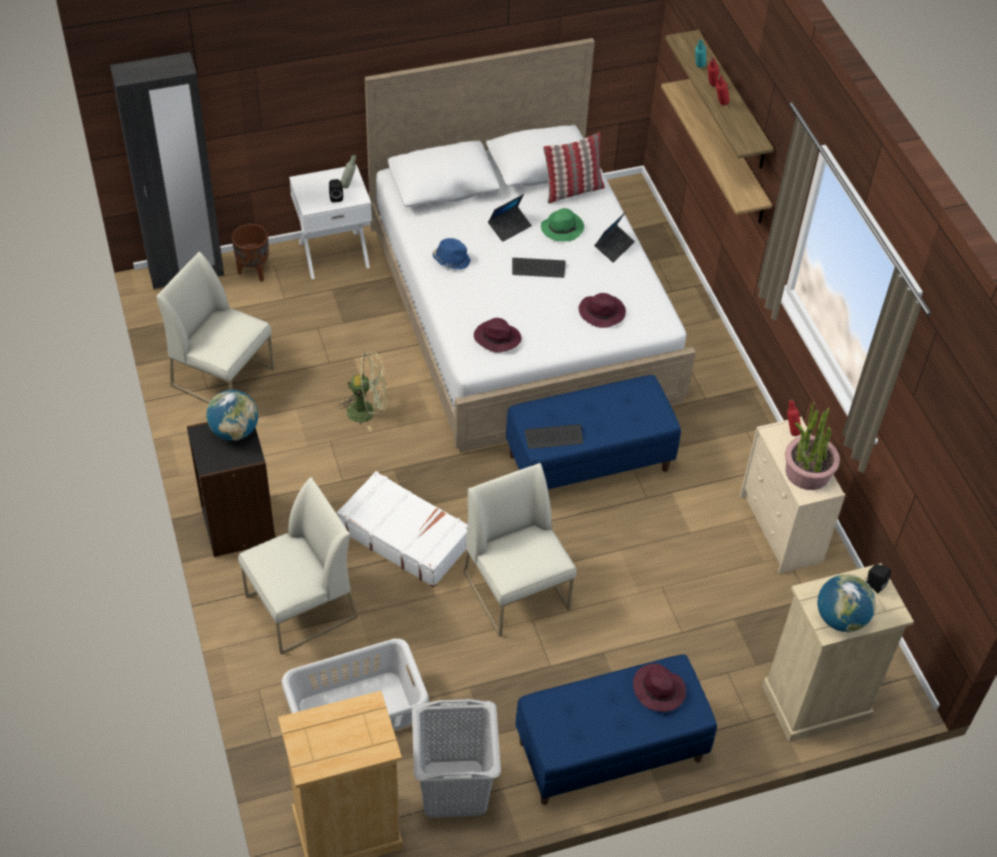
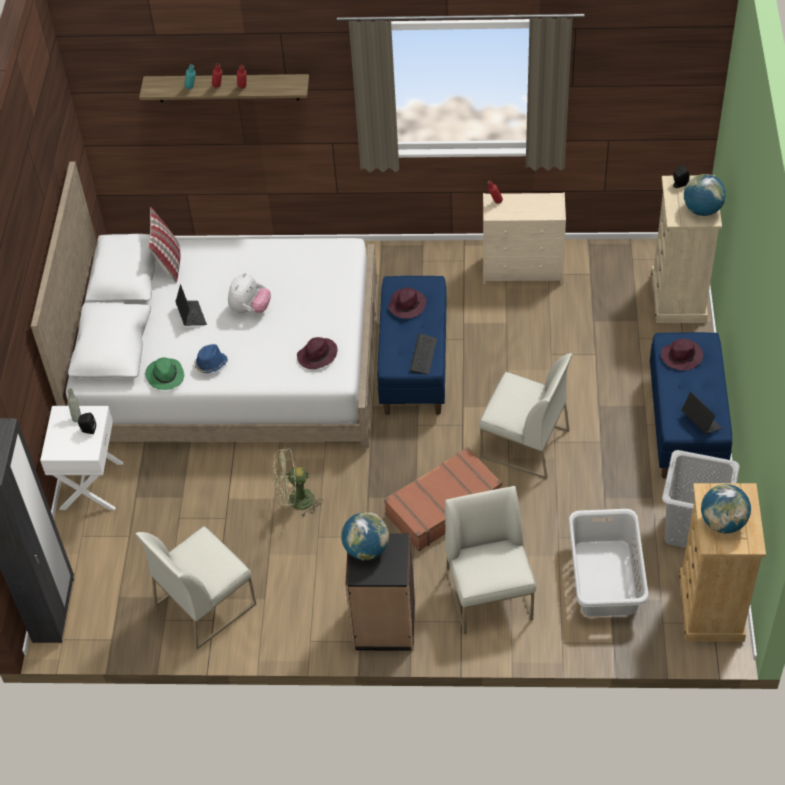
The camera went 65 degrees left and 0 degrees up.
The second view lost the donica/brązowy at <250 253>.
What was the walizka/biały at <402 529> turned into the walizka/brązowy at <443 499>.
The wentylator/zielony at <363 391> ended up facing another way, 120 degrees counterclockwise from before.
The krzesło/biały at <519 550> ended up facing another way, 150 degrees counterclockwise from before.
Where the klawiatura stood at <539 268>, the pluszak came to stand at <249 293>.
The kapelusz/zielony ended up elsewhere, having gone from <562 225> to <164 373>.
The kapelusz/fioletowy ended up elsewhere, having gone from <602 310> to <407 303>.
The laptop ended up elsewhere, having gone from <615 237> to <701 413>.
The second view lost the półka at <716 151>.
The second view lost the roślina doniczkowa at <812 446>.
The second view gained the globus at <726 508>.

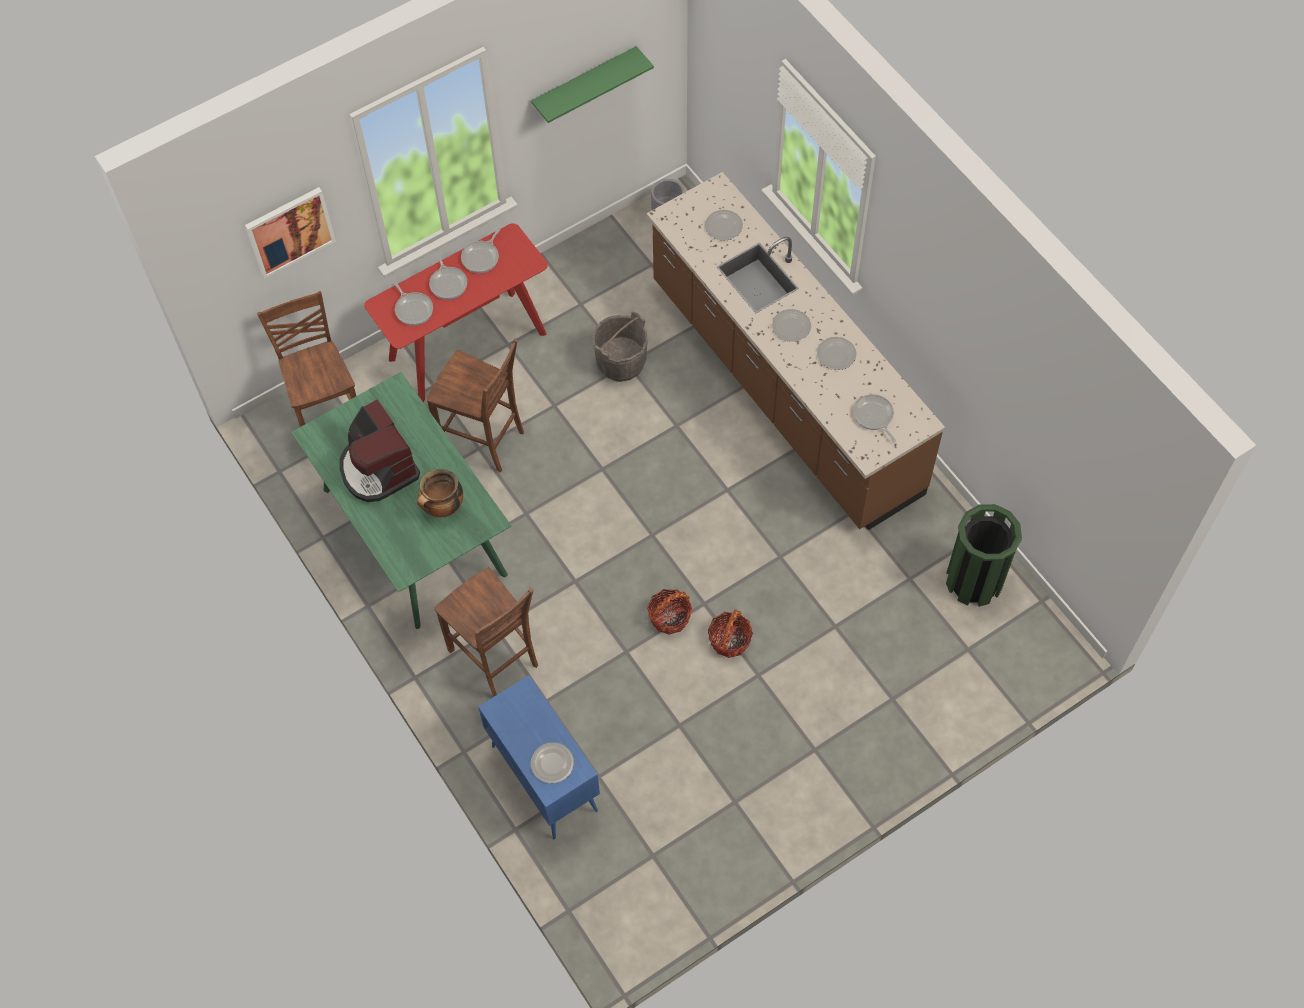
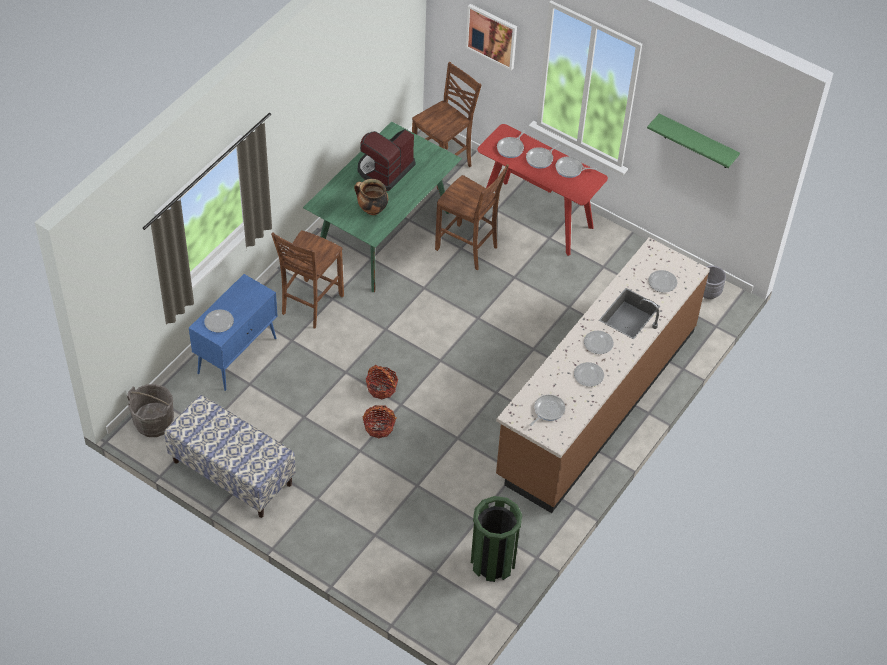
The camera went 65 degrees right and 10 degrees down.
The krzesło/brązowy at <475 405> ended up facing another way, 60 degrees counterclockwise from before.
The wiadro/szary ended up elsewhere, having gone from <620 346> to <150 410>.
The second view gained the ławka at <230 456>.

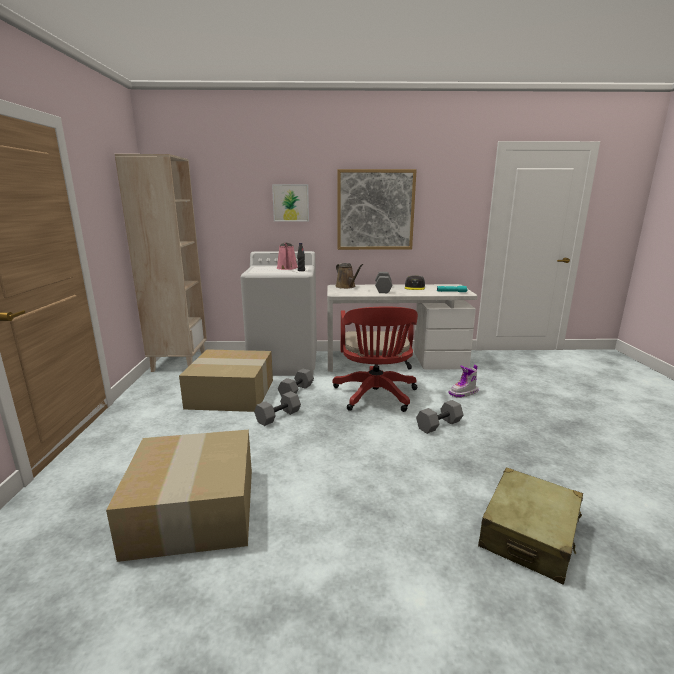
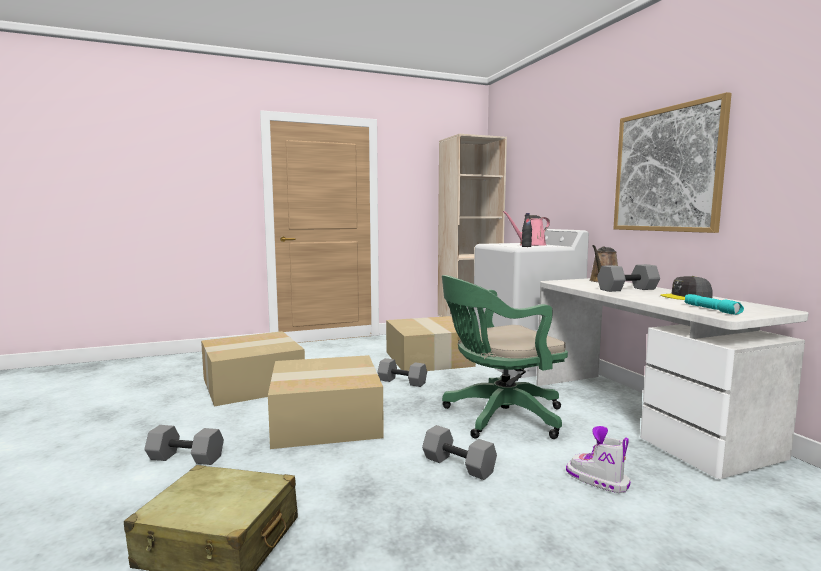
The camera went 70 degrees right and 10 degrees down.
The second view lost the obraz at <290 203>.
The hantel/szary ended up elsewhere, having gone from <296 383> to <184 445>.
What was the krzesło biurowe/czerwony at <375 359> turned into the krzesło biurowe/zielony at <505 357>.
The second view gained the karton at <326 402>.

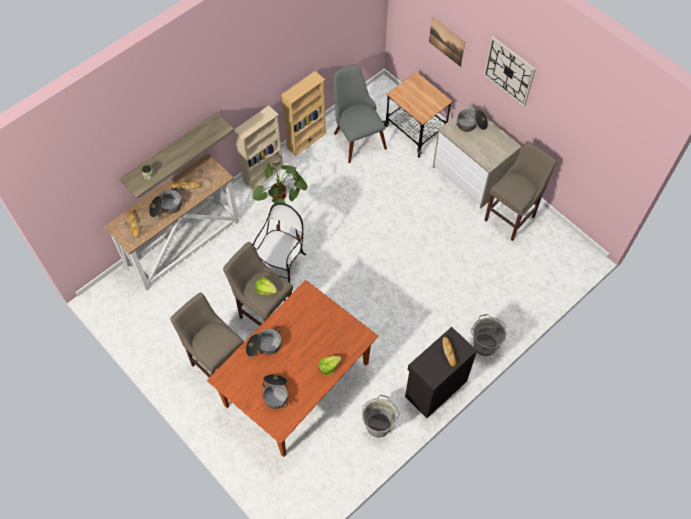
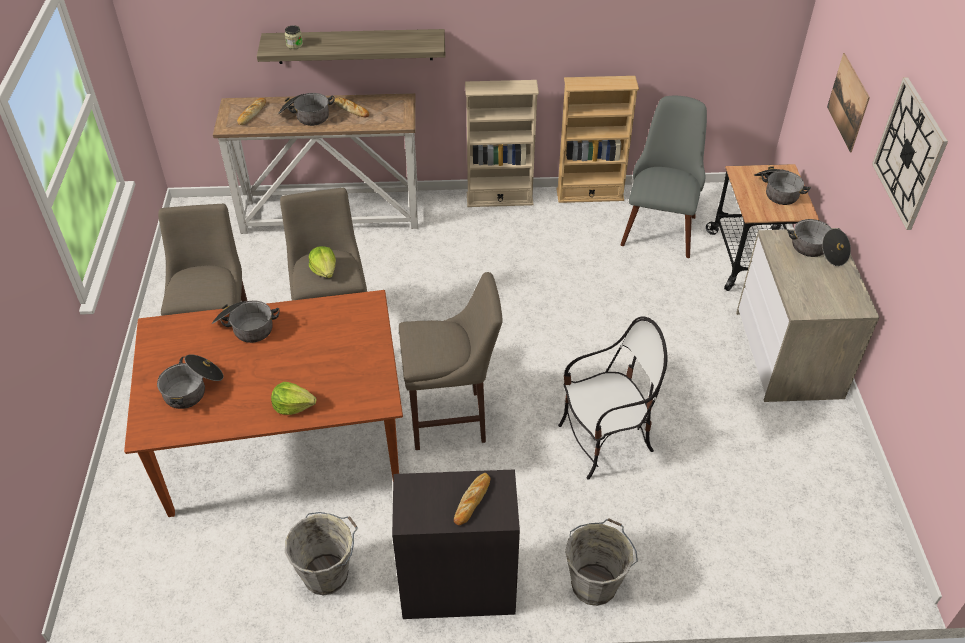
The camera went 40 degrees right and 15 degrees down.
The second view lost the roślina doniczkowa at <279 183>.
The krzesło ended up elsewhere, having gone from <279 243> to <612 398>.
The stołek/beżowy ended up elsewhere, having gone from <520 191> to <451 361>.
The second view gained the garnek at <782 185>.

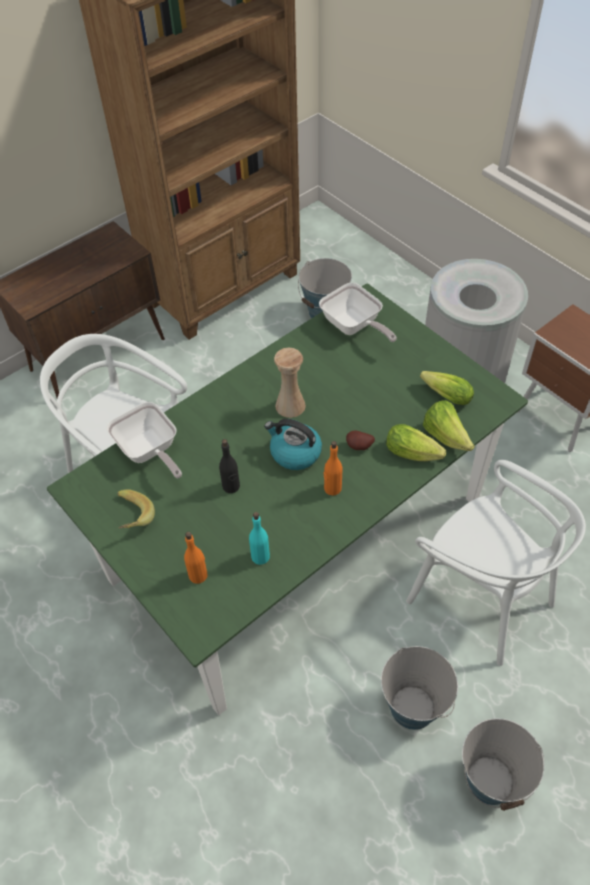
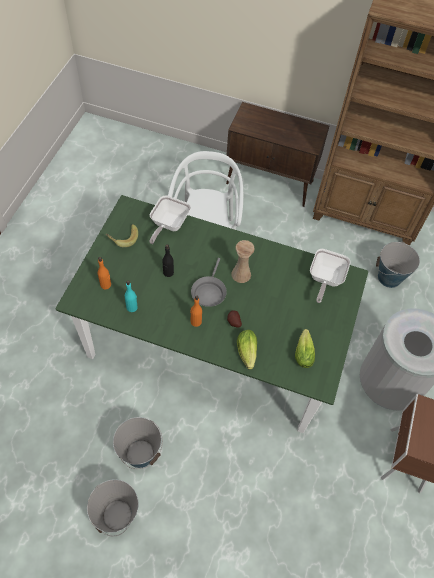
The camera went 55 degrees right and 5 degrees up.
Where the czajnik stood at <293 444>, the patelnia/szary came to stand at <209 282>.
The second view lost the krzesło/biały at <496 563>.
The second view lost the sałata at <449 425>.

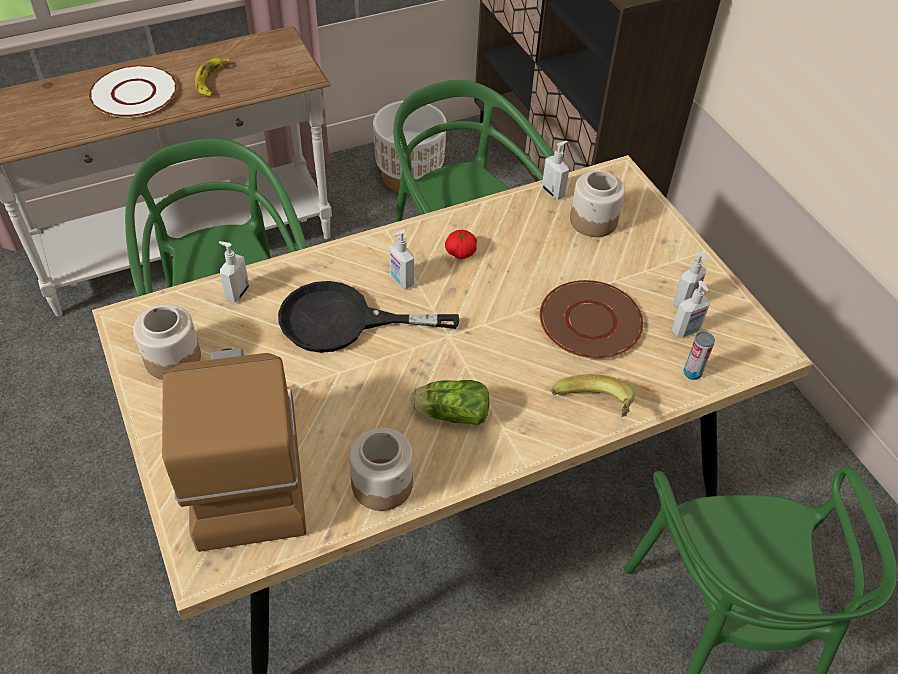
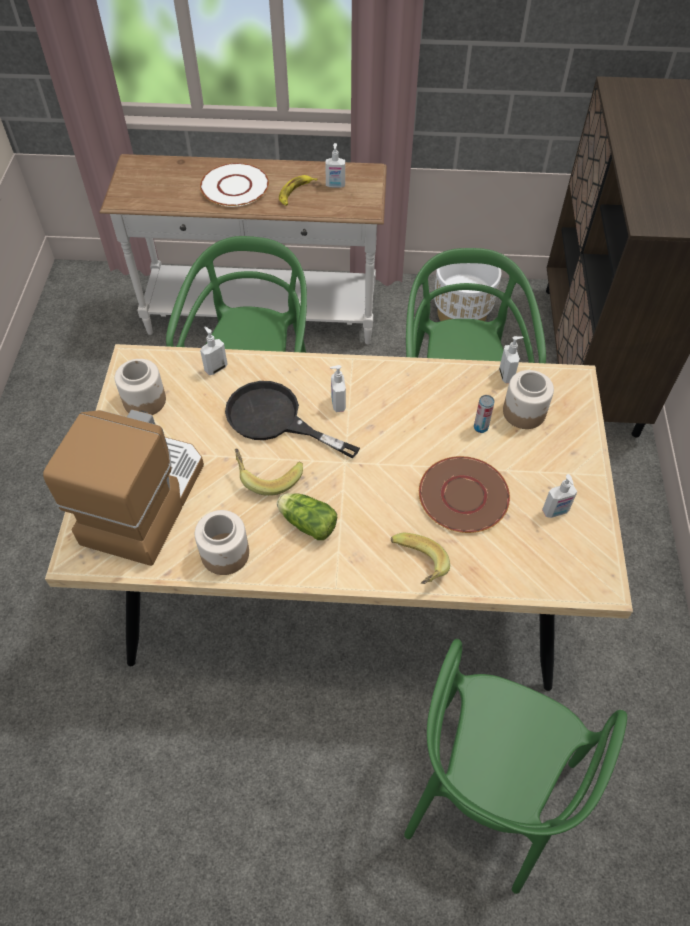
The camera went 30 degrees right and 5 degrees up.
The second view lost the pomidor at <461 244>.
The dozownik mydła ended up elsewhere, having gone from <690 309> to <335 165>.
The puszka ended up elsewhere, having gone from <699 355> to <484 414>.
The second view gained the banan at <269 472>.

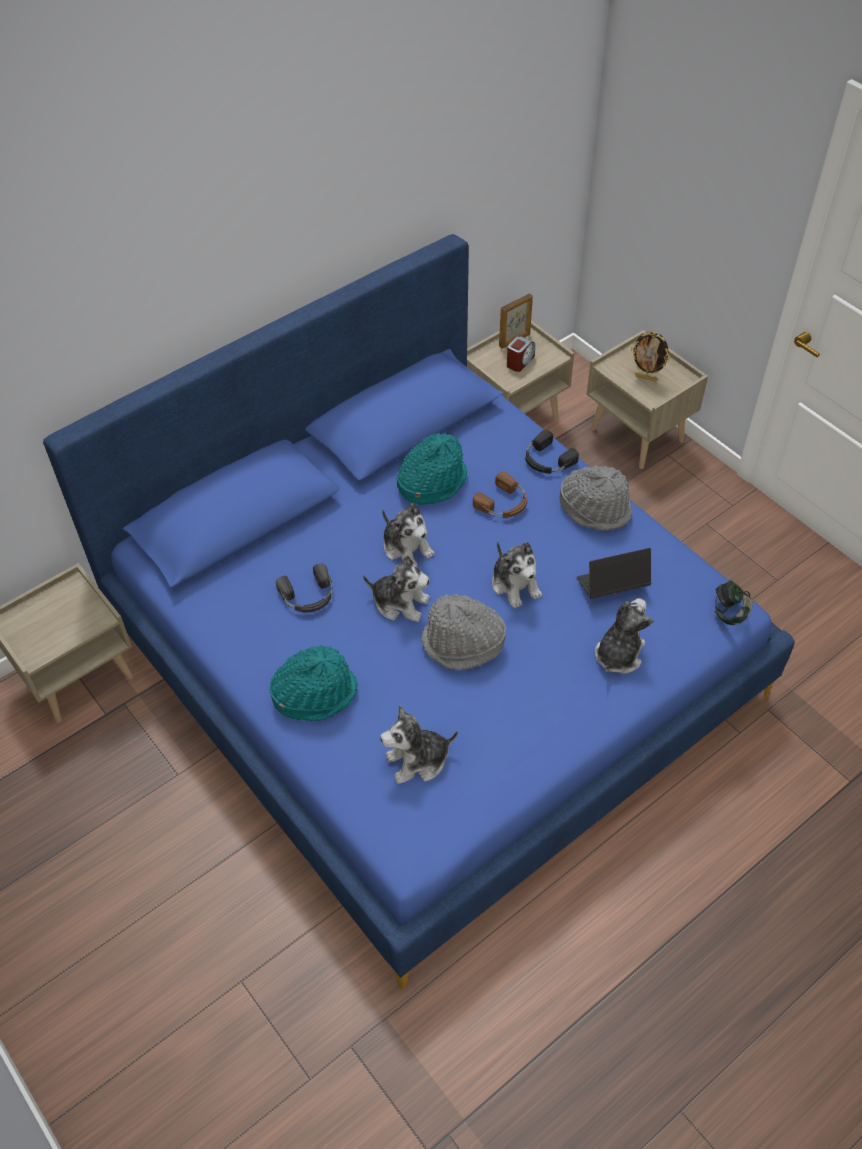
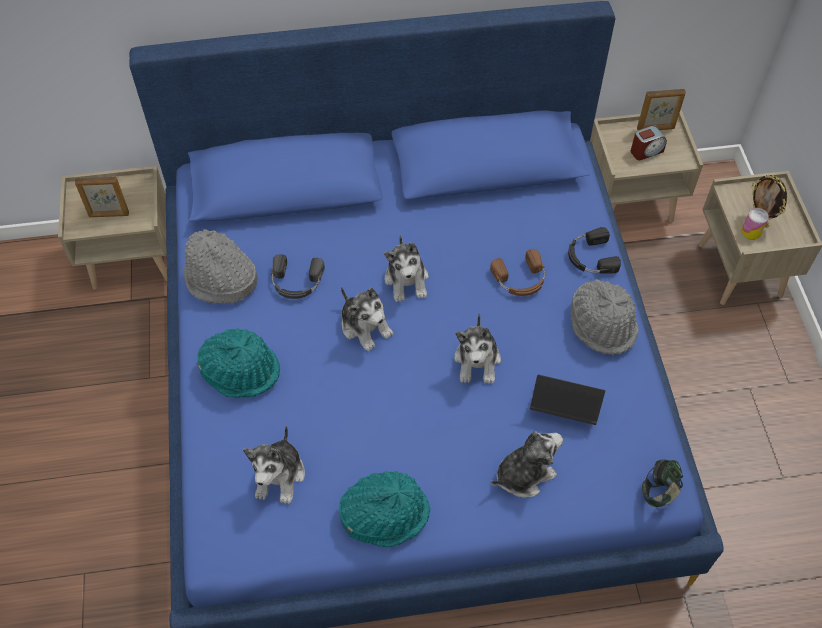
The camera went 30 degrees right and 5 degrees up.
The pluszak at <419 744> ended up facing another way, 90 degrees counterclockwise from before.
The kapelusz/turkusowy ended up elsewhere, having gone from <432 469> to <384 509>.
The kapelusz/szary ended up elsewhere, having gone from <463 632> to <220 266>.
The second view gained the ramka na zdjęcie at <102 197>.
The second view gained the puszka at <755 224>.

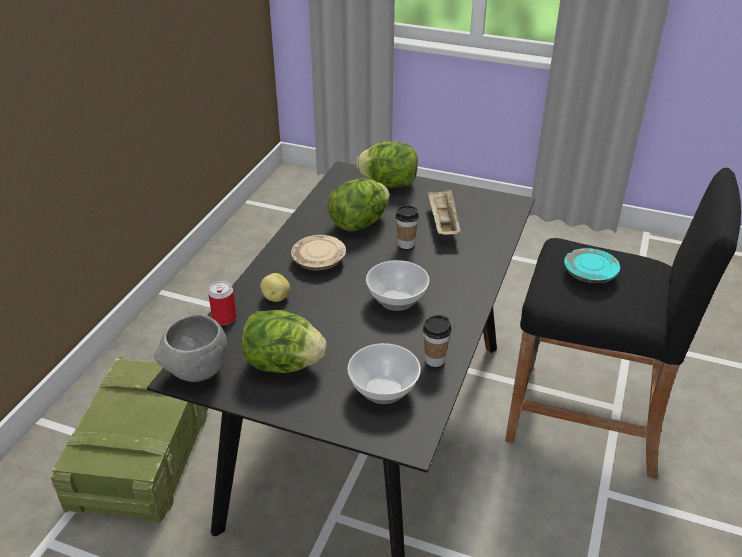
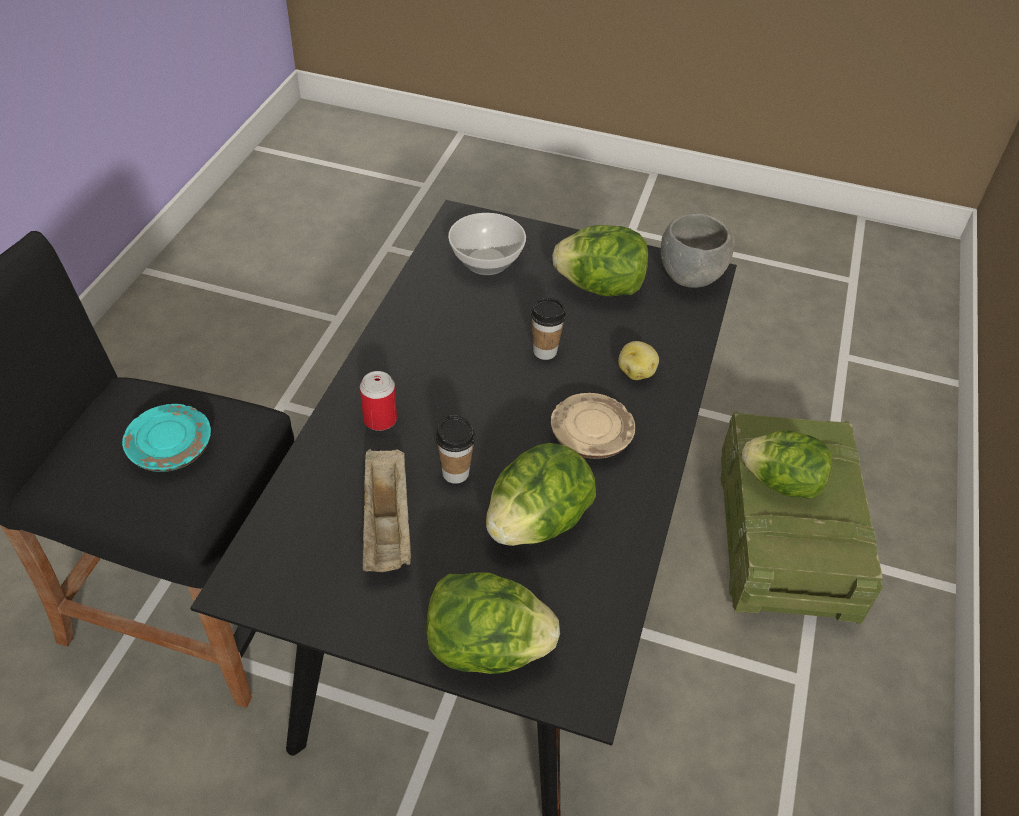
The camera went 175 degrees right and 10 degrees up.
The puszka ended up elsewhere, having gone from <222 303> to <378 401>.
The second view lost the miska at <398 285>.
The filiżanka ended up elsewhere, having gone from <437 341> to <548 329>.
The second view gained the sałata at <787 465>.

